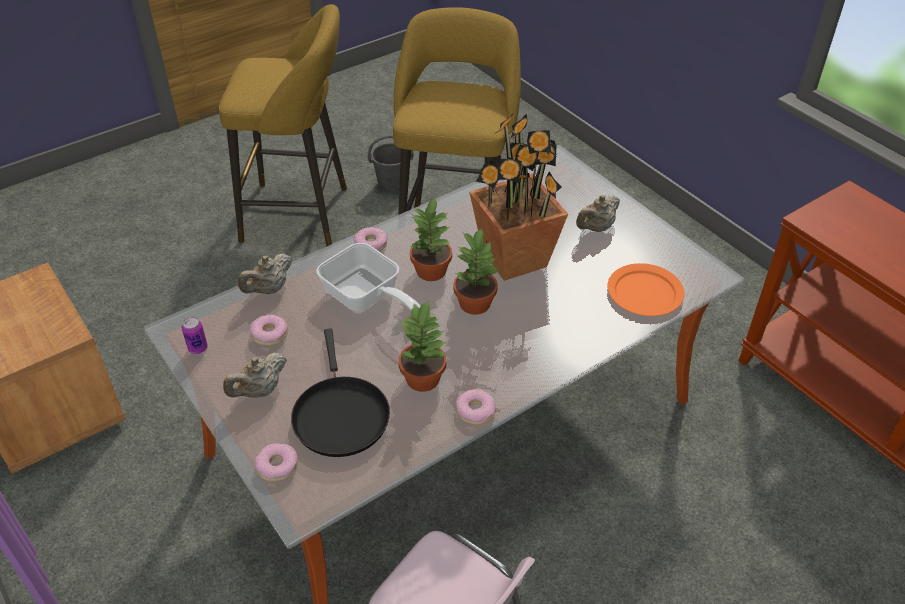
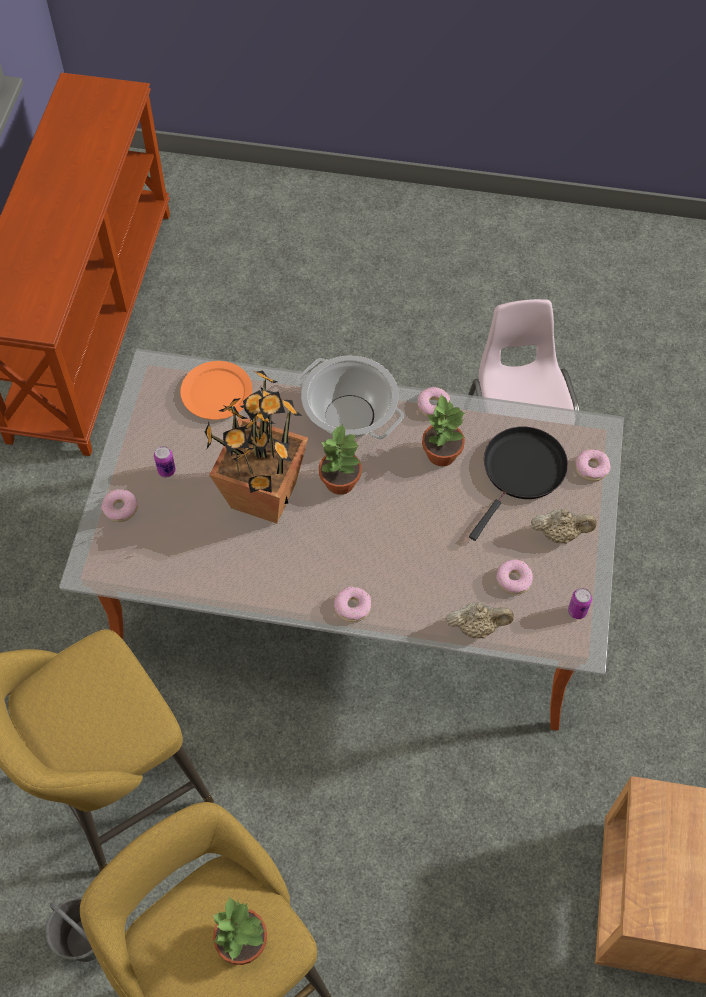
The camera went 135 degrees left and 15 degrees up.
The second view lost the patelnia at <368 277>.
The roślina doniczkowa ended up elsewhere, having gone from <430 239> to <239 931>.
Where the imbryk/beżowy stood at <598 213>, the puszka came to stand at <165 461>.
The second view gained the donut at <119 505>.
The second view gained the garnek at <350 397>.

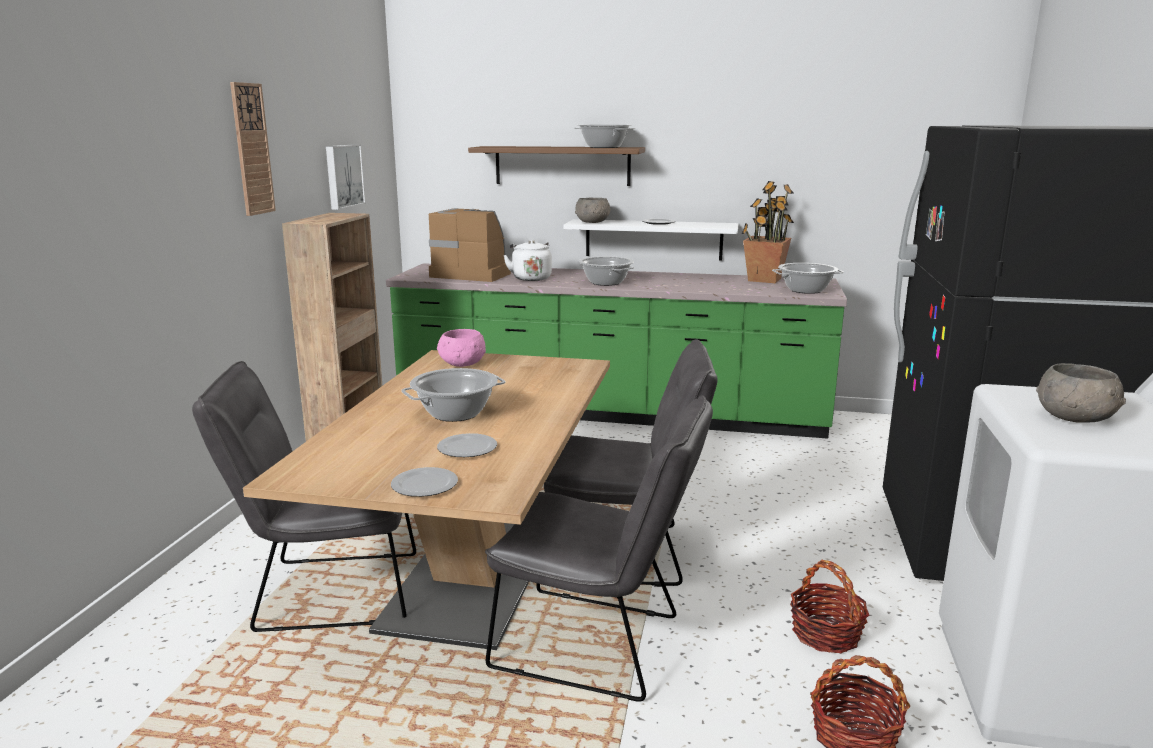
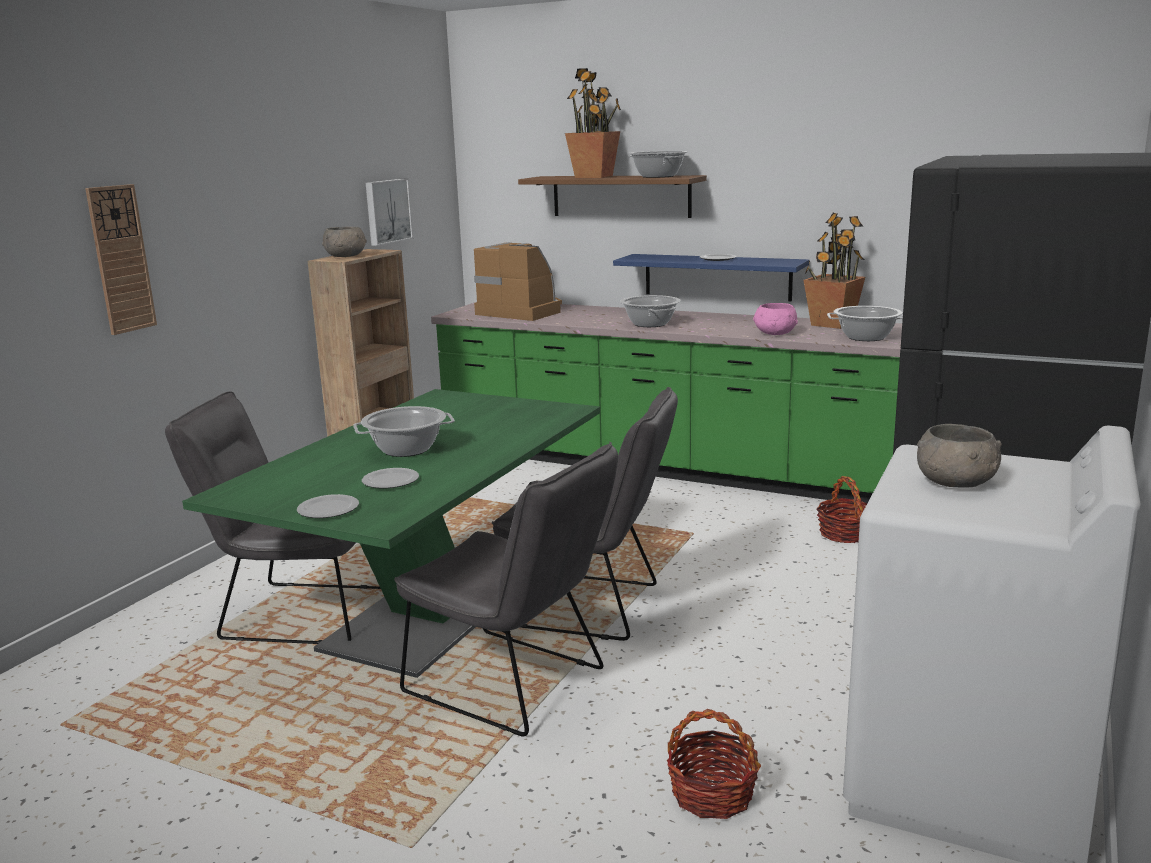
The camera went 15 degrees right and 0 degrees up.
The zegar ścienny ended up elsewhere, having gone from <253 149> to <121 259>.
What was the stół jadalny/brązowy at <426 500> turned into the stół jadalny/zielony at <391 533>.
The miska/różowy ended up elsewhere, having gone from <461 348> to <775 319>.
The second view lost the czajnik/biały at <527 260>.
What was the półka/biały at <651 240> turned into the półka/niebieski at <711 277>.
The miska/szary ended up elsewhere, having gone from <592 210> to <344 242>.
The koszyk ended up elsewhere, having gone from <829 606> to <842 509>.
The second view gained the roślina doniczkowa at <593 123>.

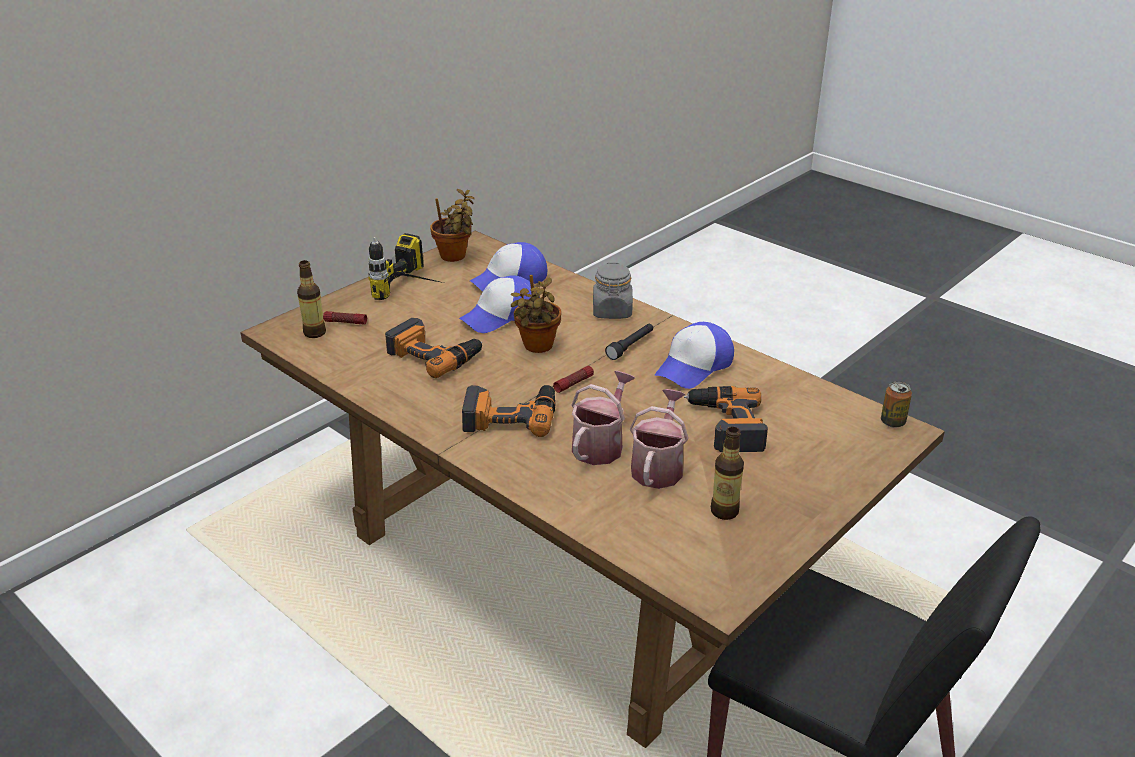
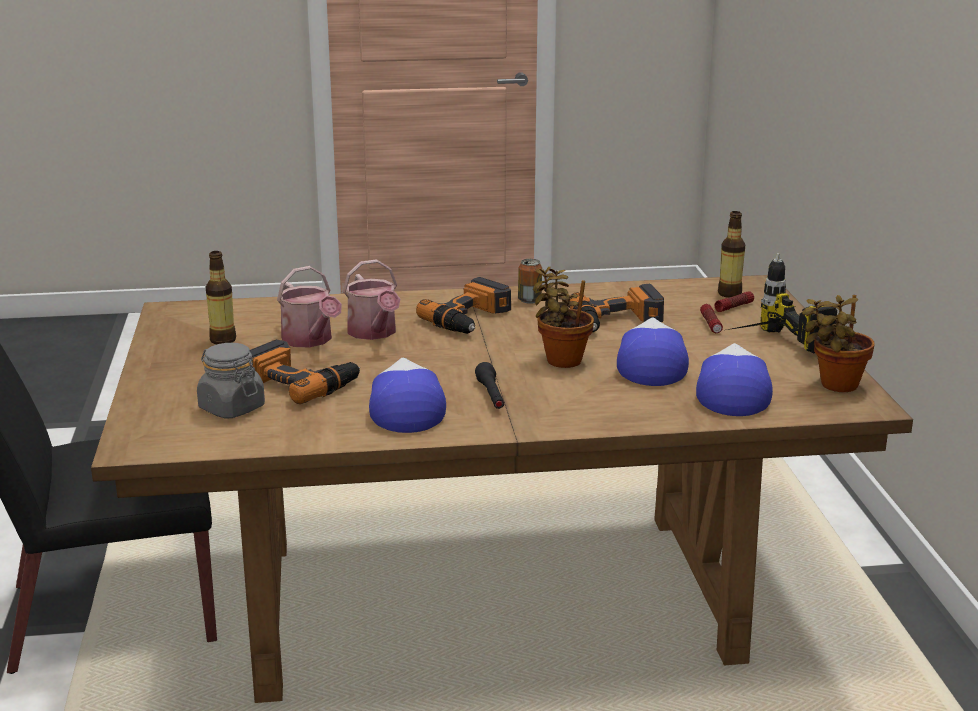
The camera went 130 degrees right and 10 degrees down.
The latarka ended up elsewhere, having gone from <573 379> to <711 318>.
The słoik/szary ended up elsewhere, having gone from <613 291> to <231 380>.
The puszka ended up elsewhere, having gone from <896 404> to <530 281>.

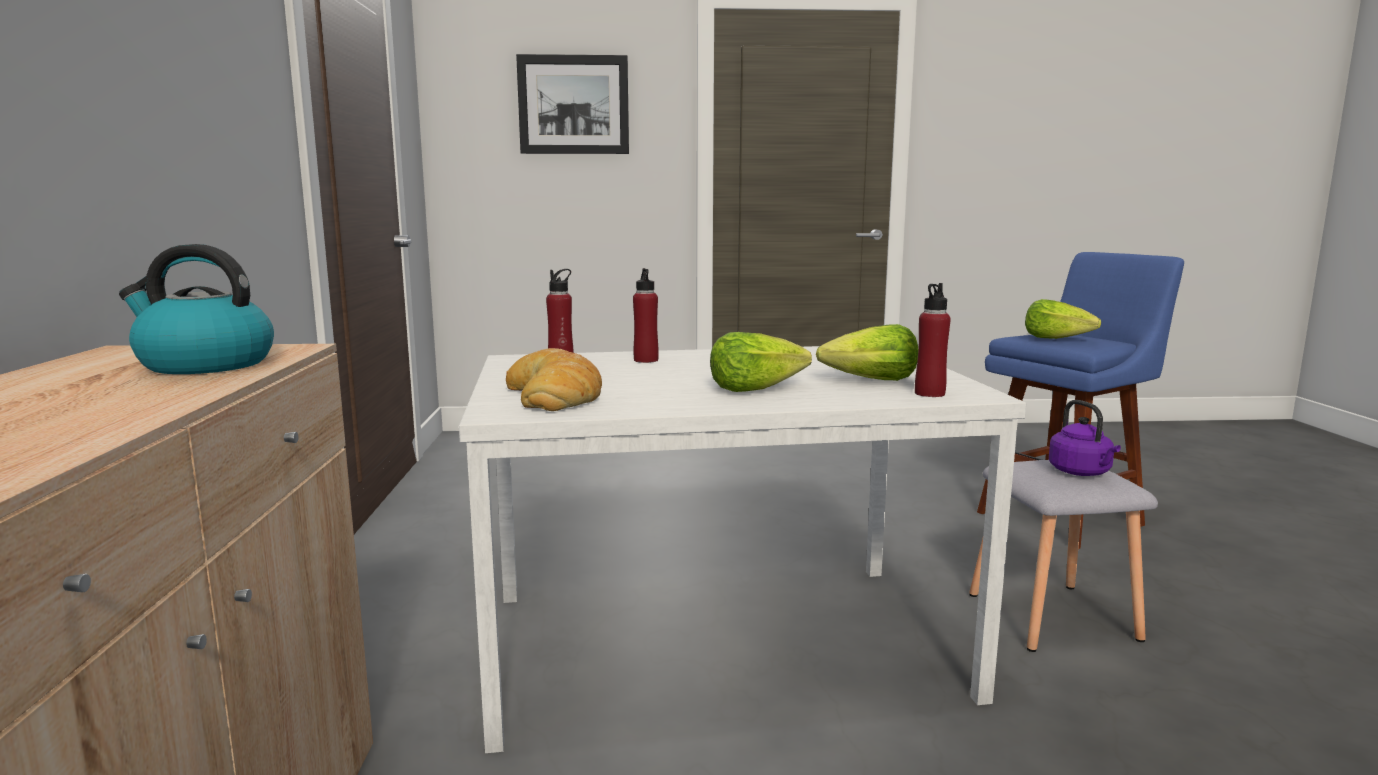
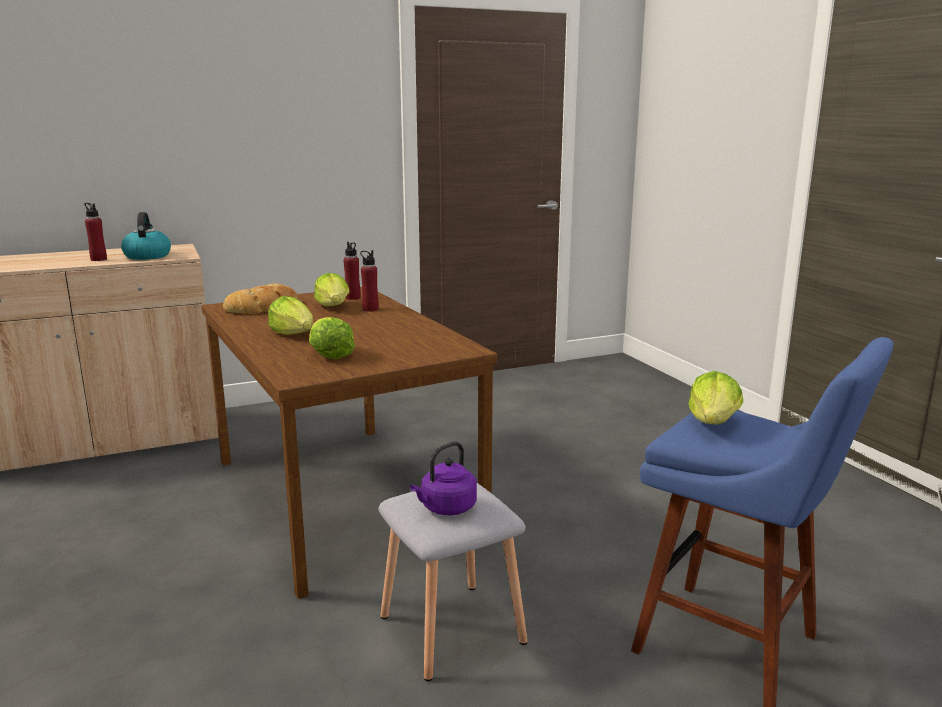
The camera went 70 degrees right and 5 degrees up.
What was the stół jadalny/biały at <742 549> turned into the stół jadalny/brązowy at <349 443>.
The second view lost the obraz at <572 104>.
The butelka/czerwony ended up elsewhere, having gone from <933 340> to <95 232>.
The second view gained the sałata at <332 290>.

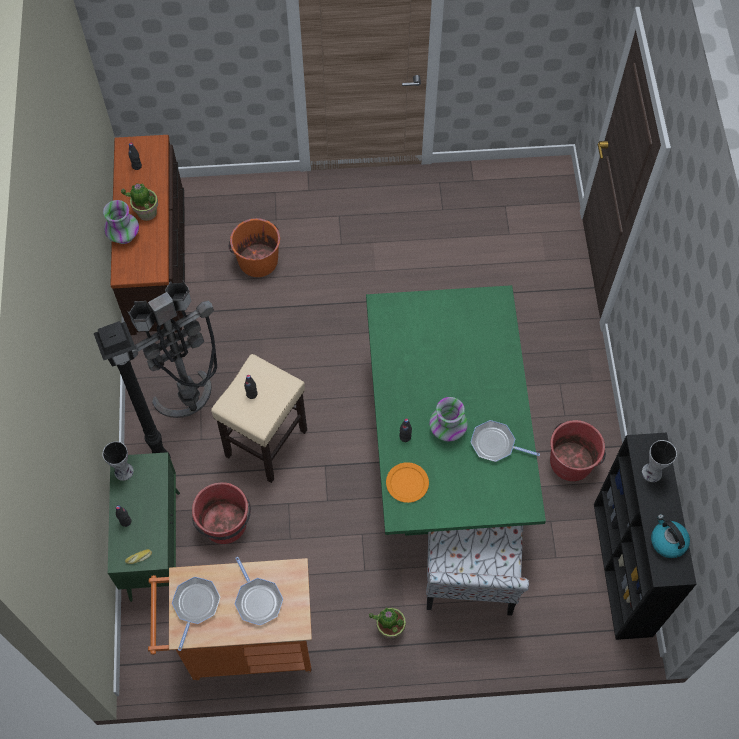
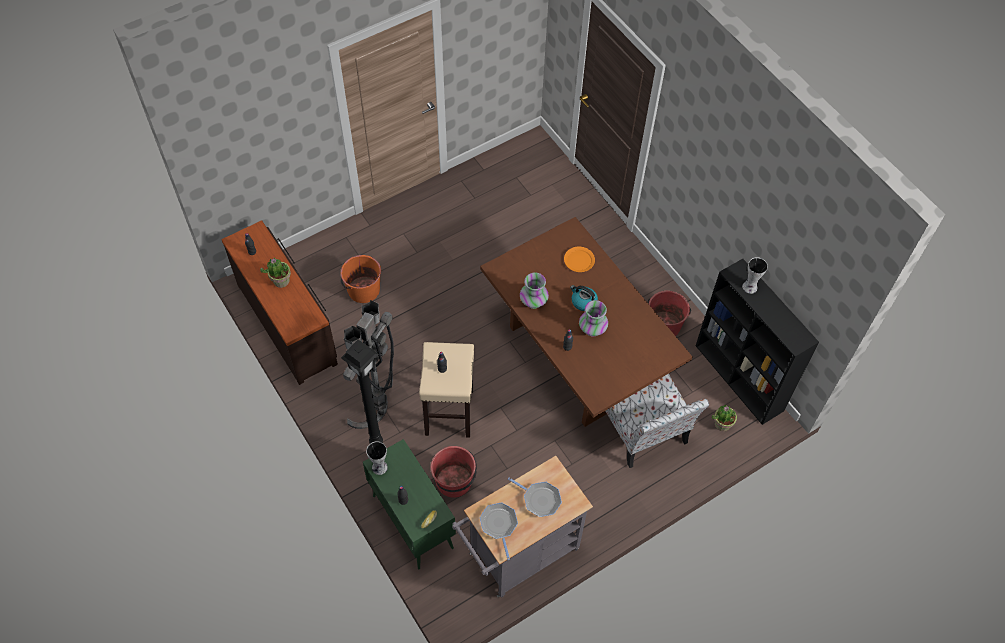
The camera went 30 degrees left and 5 degrees down.
The wazon ended up elsewhere, having gone from <121 222> to <534 290>.
What was the wózek/pomarańczowy at <230 619> turned into the wózek/szary at <522 527>.
What was the stół jadalny/zielony at <456 410> turned into the stół jadalny/brązowy at <586 322>.
The roślina doniczkowa ended up elsewhere, having gone from <387 623> to <724 418>.
The talerz/pomarańczowy ended up elsewhere, having gone from <407 482> to <579 259>.
The second view lost the patelnia at <505 441>.
The czajnik ended up elsewhere, having gone from <670 536> to <584 298>.

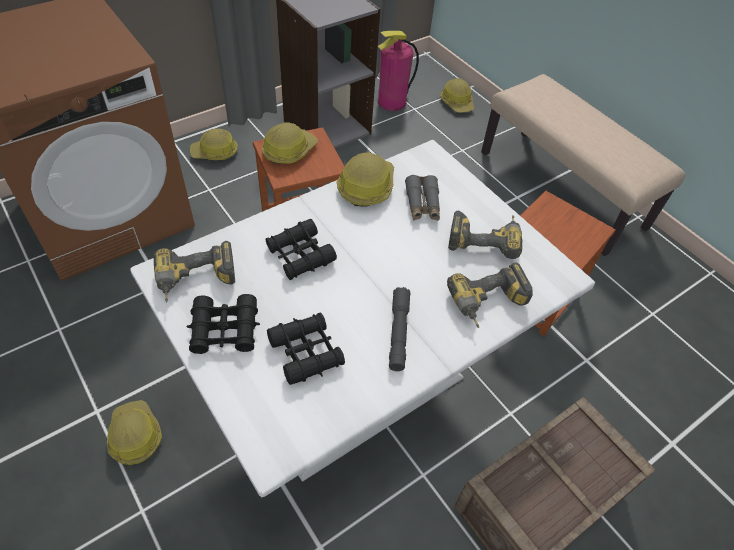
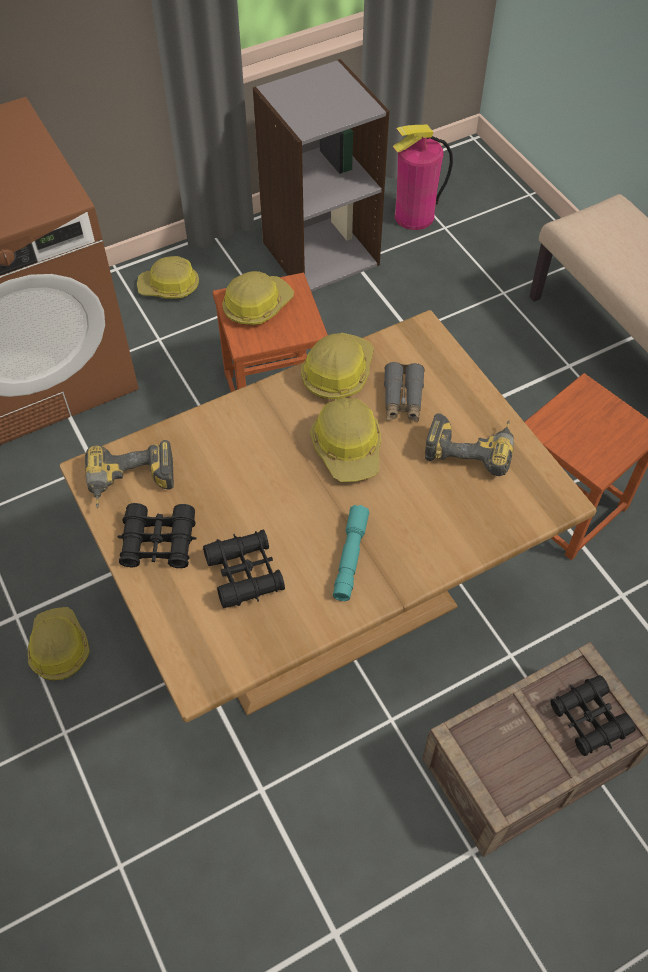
The camera went 10 degrees right and 5 degrees up.
What was the stół jadalny/biały at <362 318> turned into the stół jadalny/brązowy at <328 516>.
The lornetka/czarny ended up elsewhere, having gone from <301 249> to <593 715>.
What was the latarka/szary at <400 329> turned into the latarka/turkusowy at <351 553>.
The kask ended up elsewhere, having gone from <457 95> to <345 440>.
The second view lost the wiertarka at <490 295>.

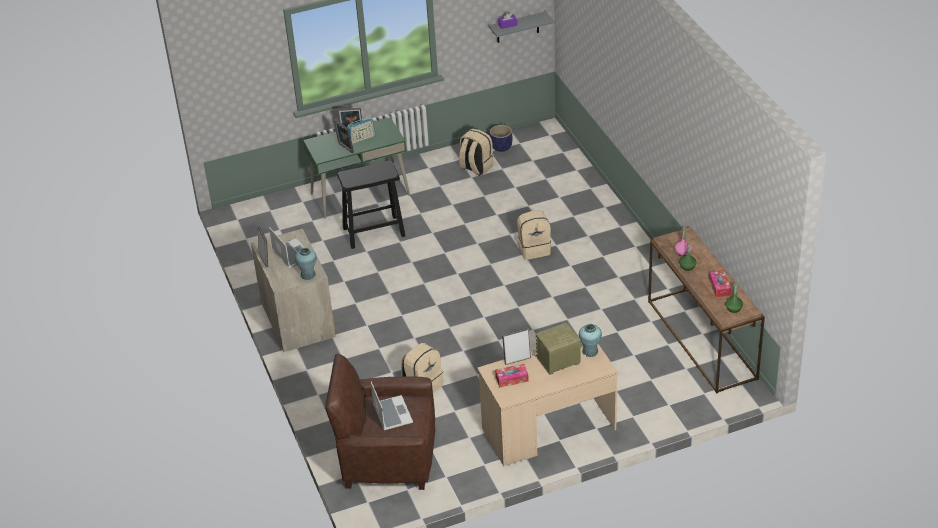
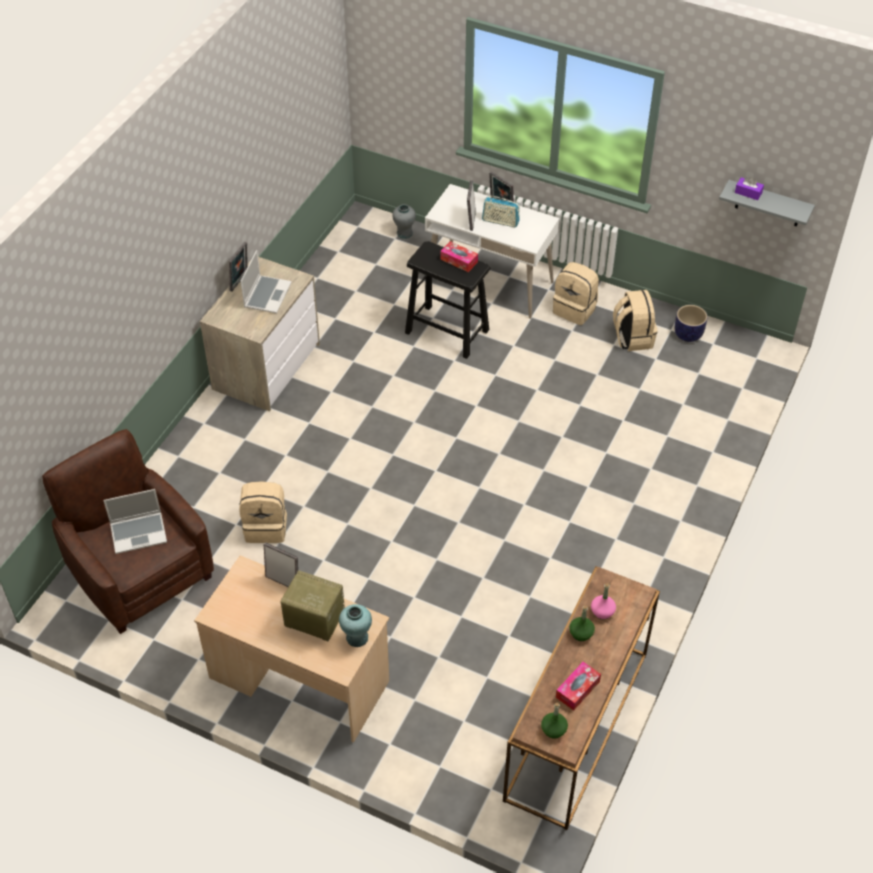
The camera went 45 degrees right and 10 degrees up.
The second view lost the wazon/turkusowy at <306 264>.
What was the biurko/zielony at <356 168> turned into the biurko/biały at <492 251>.
The laptop at <392 405> ended up facing another way, 45 degrees clockwise from before.
The pudełko chusteczek ended up elsewhere, having gone from <512 376> to <459 256>.
The plecak/beżowy ended up elsewhere, having gone from <534 235> to <576 293>.
The second view gained the wazon/szary at <404 221>.

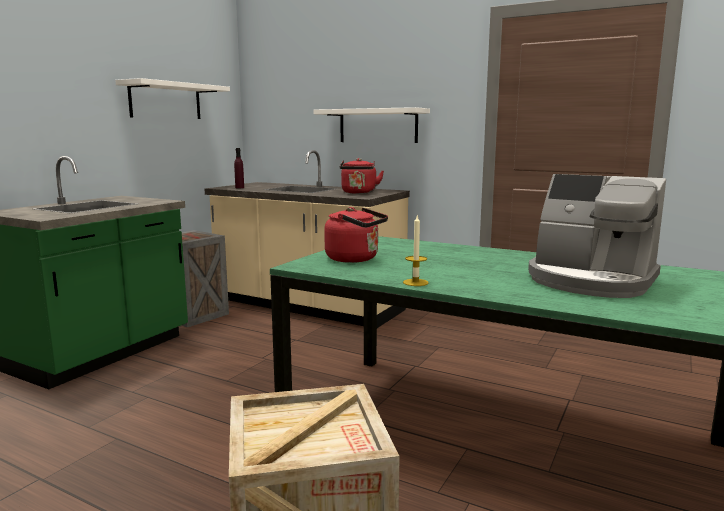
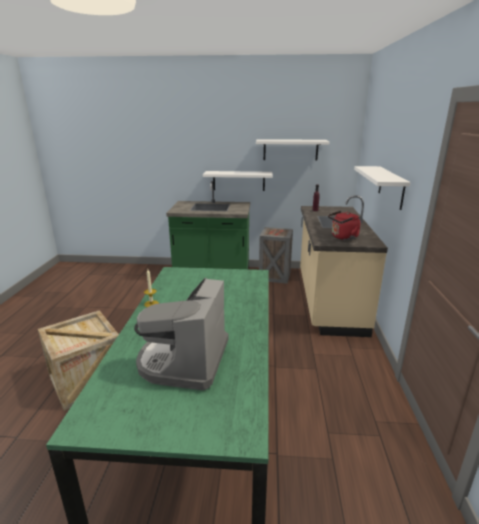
The camera went 65 degrees right and 10 degrees up.
The second view lost the czajnik/czerwony at <356 235>.
The second view gained the półka/biały at <238 181>.

